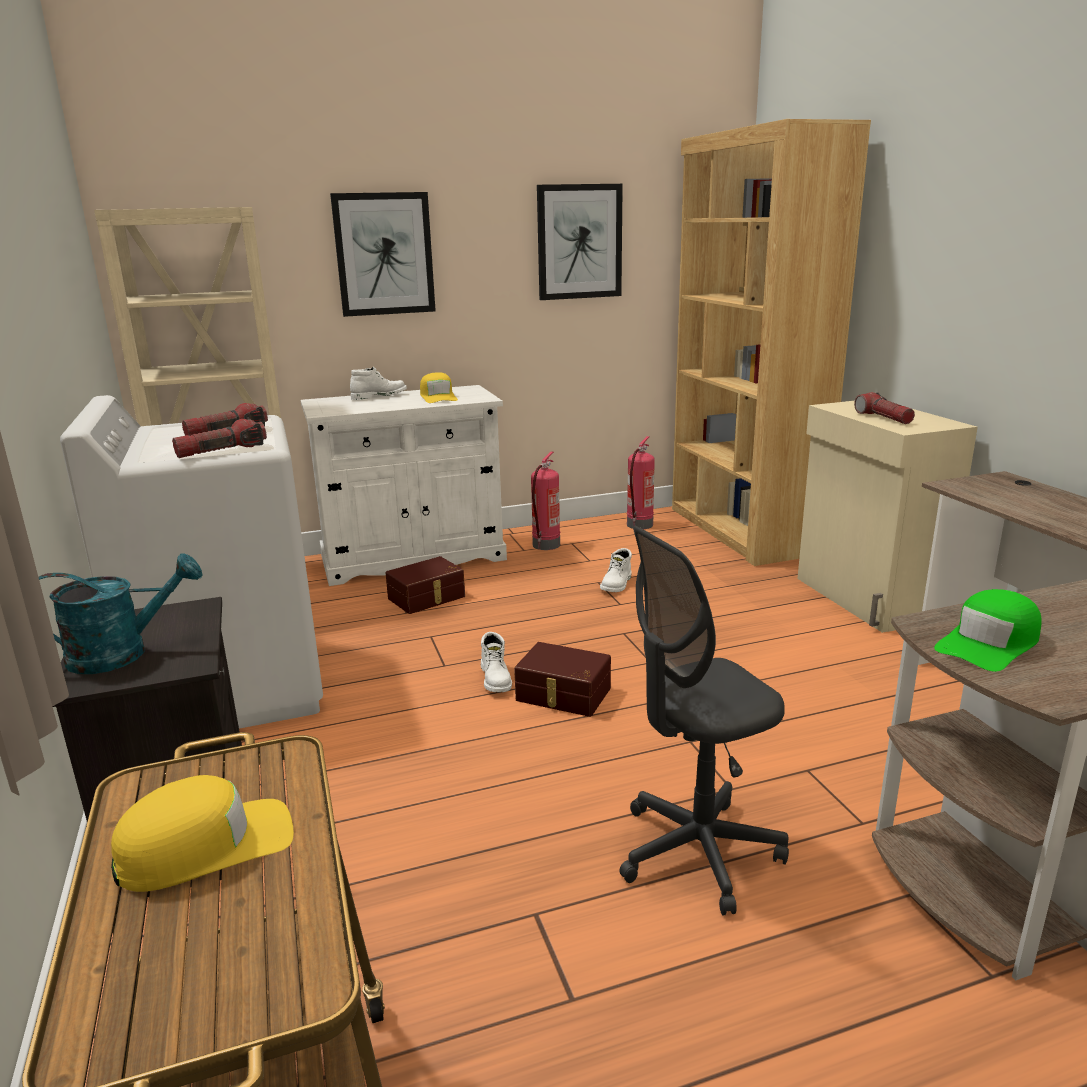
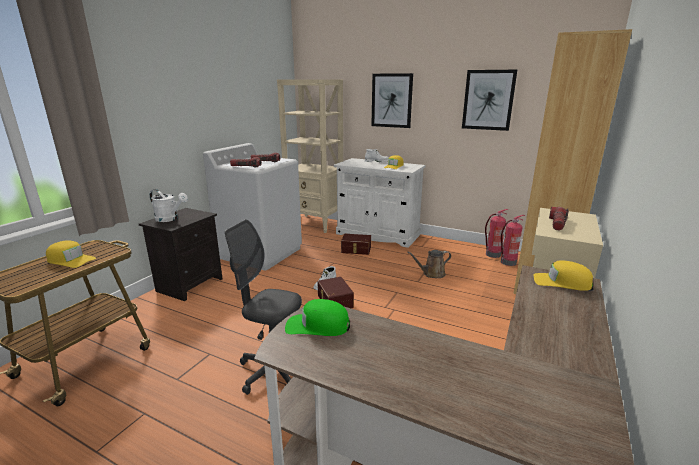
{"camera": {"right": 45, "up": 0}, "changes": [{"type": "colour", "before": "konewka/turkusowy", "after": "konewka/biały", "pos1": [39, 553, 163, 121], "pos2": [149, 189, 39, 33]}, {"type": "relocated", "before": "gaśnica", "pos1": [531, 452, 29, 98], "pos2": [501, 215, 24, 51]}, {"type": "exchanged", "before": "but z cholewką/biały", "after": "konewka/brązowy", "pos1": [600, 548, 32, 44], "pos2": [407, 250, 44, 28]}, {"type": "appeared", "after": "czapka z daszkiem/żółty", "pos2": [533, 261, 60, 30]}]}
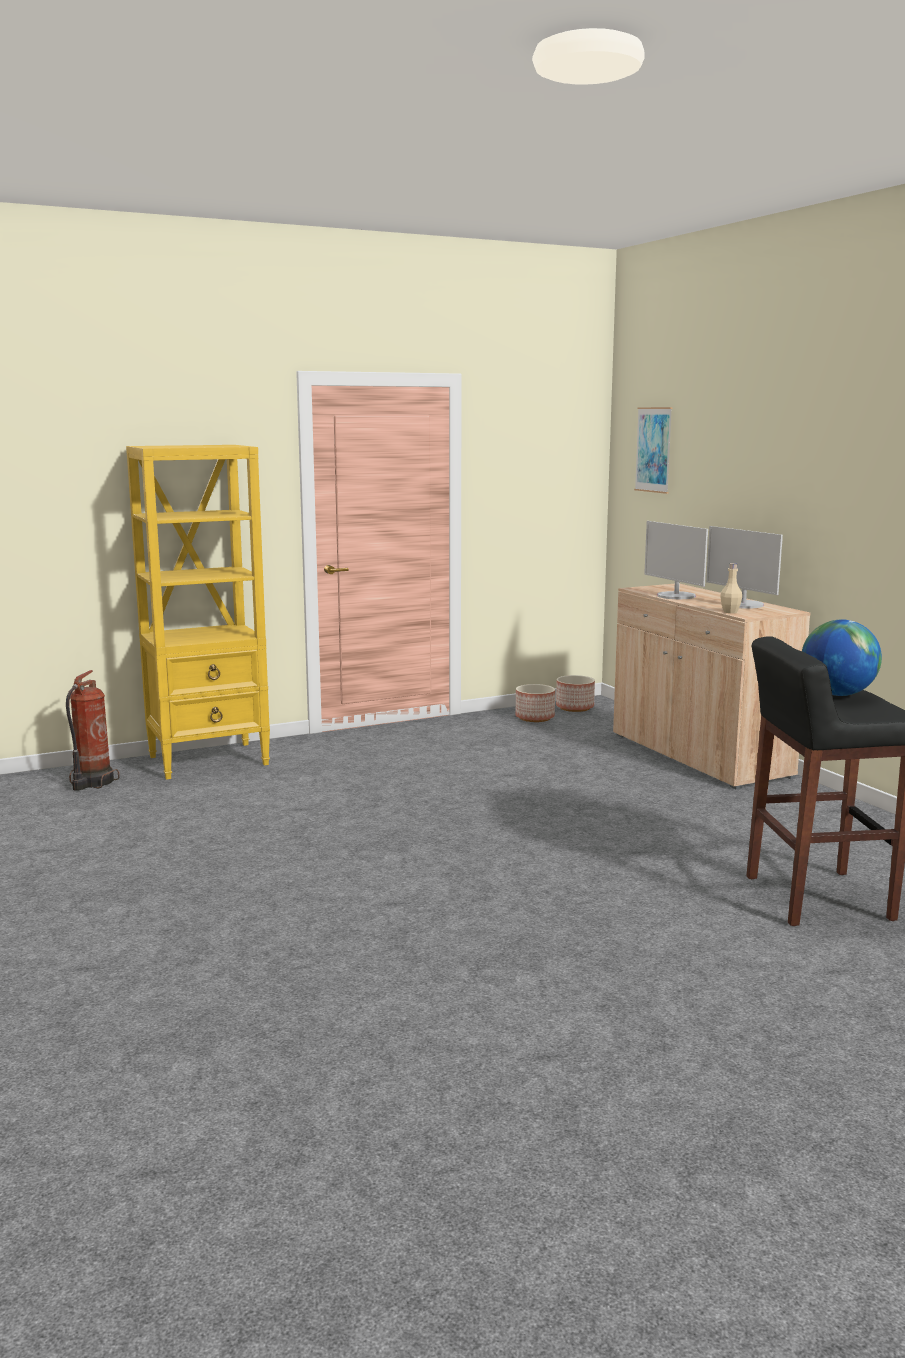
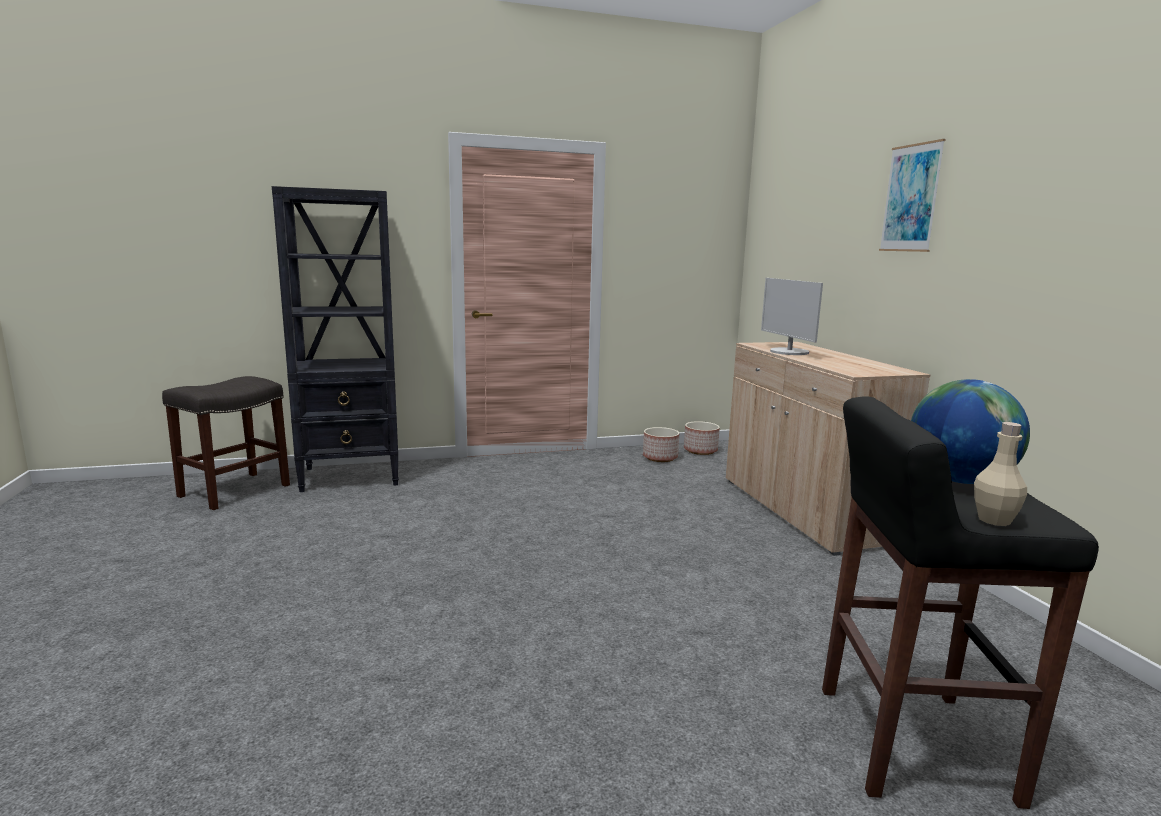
{"camera": {"right": 10, "up": 0}, "changes": [{"type": "exchanged", "before": "gaśnica", "after": "stołek/szary", "pos1": [66, 670, 54, 121], "pos2": [162, 376, 128, 134]}, {"type": "colour", "before": "regał/żółty", "after": "regał/czarny", "pos1": [126, 445, 144, 335], "pos2": [272, 186, 127, 306]}, {"type": "relocated", "before": "obraz", "pos1": [634, 407, 38, 87], "pos2": [879, 139, 67, 113]}, {"type": "missing", "before": "monitor", "pos1": [706, 526, 77, 83]}, {"type": "relocated", "before": "butelka/beżowy", "pos1": [720, 563, 22, 50], "pos2": [974, 422, 53, 104]}]}
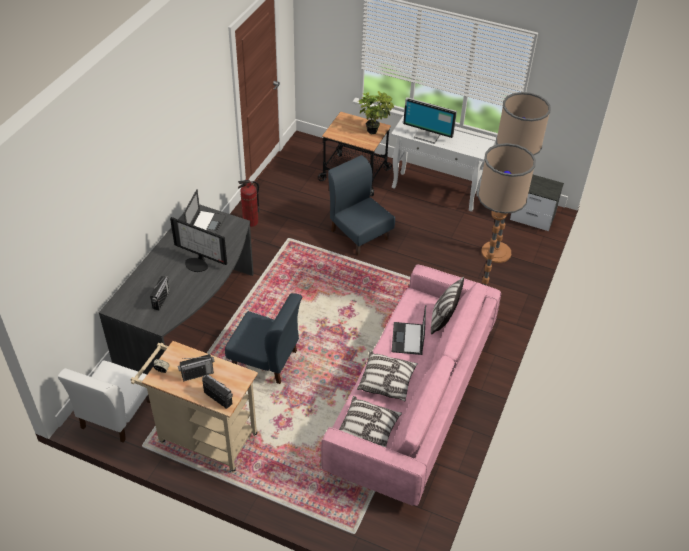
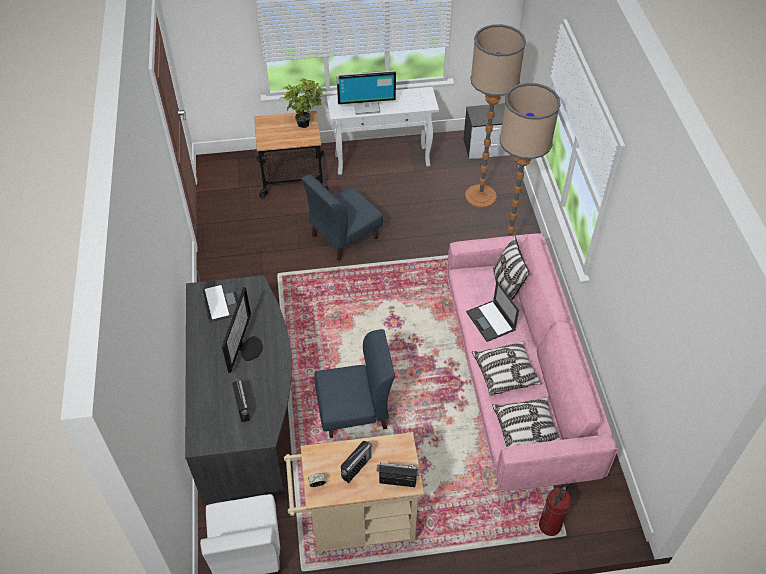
{"camera": {"right": -30, "up": 5}, "changes": [{"type": "spun", "before": "monitor", "pos1": [170, 217, 57, 55], "pos2": [222, 287, 41, 86], "turn": -75}, {"type": "relocated", "before": "gaśnica", "pos1": [238, 179, 21, 48], "pos2": [539, 483, 32, 53]}, {"type": "spun", "before": "krzesło/niebieski", "pos1": [328, 155, 67, 101], "pos2": [301, 175, 82, 86], "turn": -60}]}
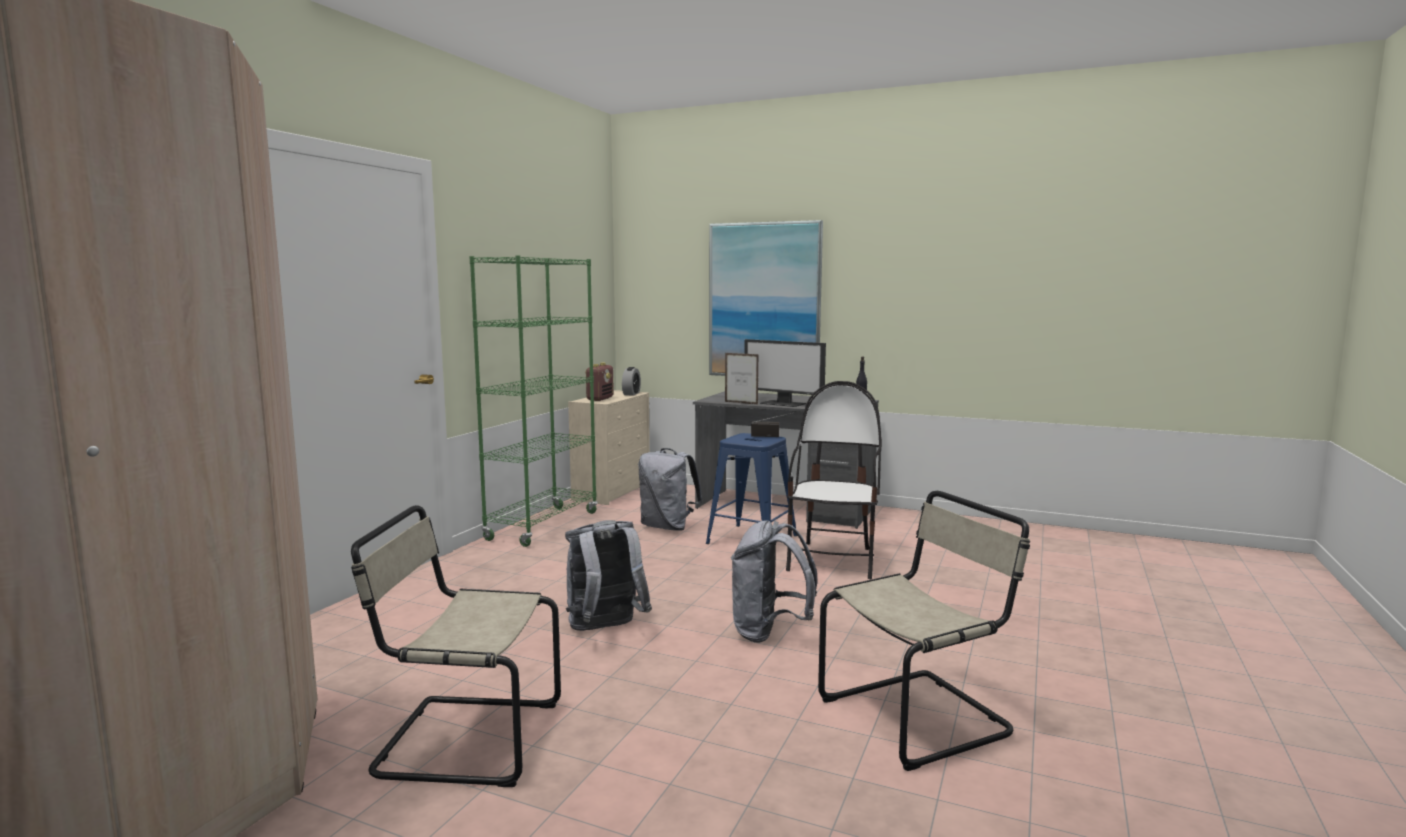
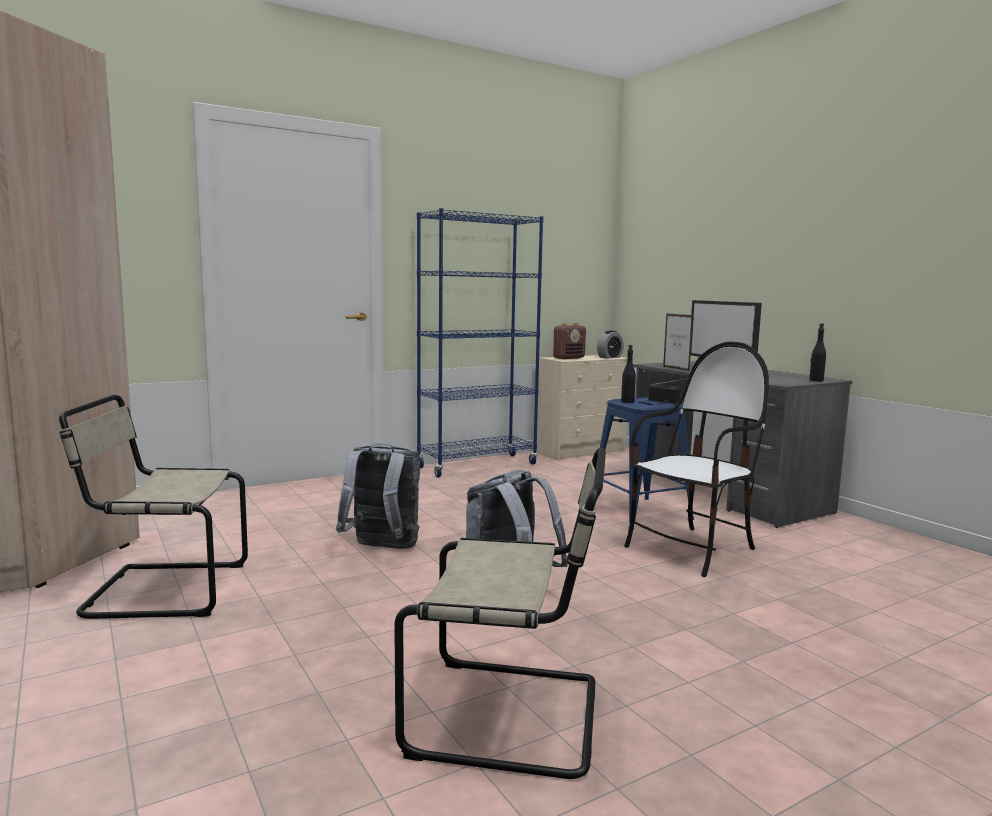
{"camera": {"right": 35, "up": 0}, "changes": [{"type": "spun", "before": "krzesło/beżowy", "pos1": [351, 505, 210, 282], "pos2": [59, 395, 189, 224], "turn": -45}, {"type": "colour", "before": "regał/zielony", "after": "regał/niebieski", "pos1": [469, 255, 129, 292], "pos2": [417, 208, 126, 269]}, {"type": "missing", "before": "plecak/szary", "pos1": [638, 448, 65, 83]}, {"type": "missing", "before": "obraz", "pos1": [709, 220, 114, 156]}, {"type": "appeared", "after": "butelka/czarny", "pos2": [621, 345, 15, 58]}]}
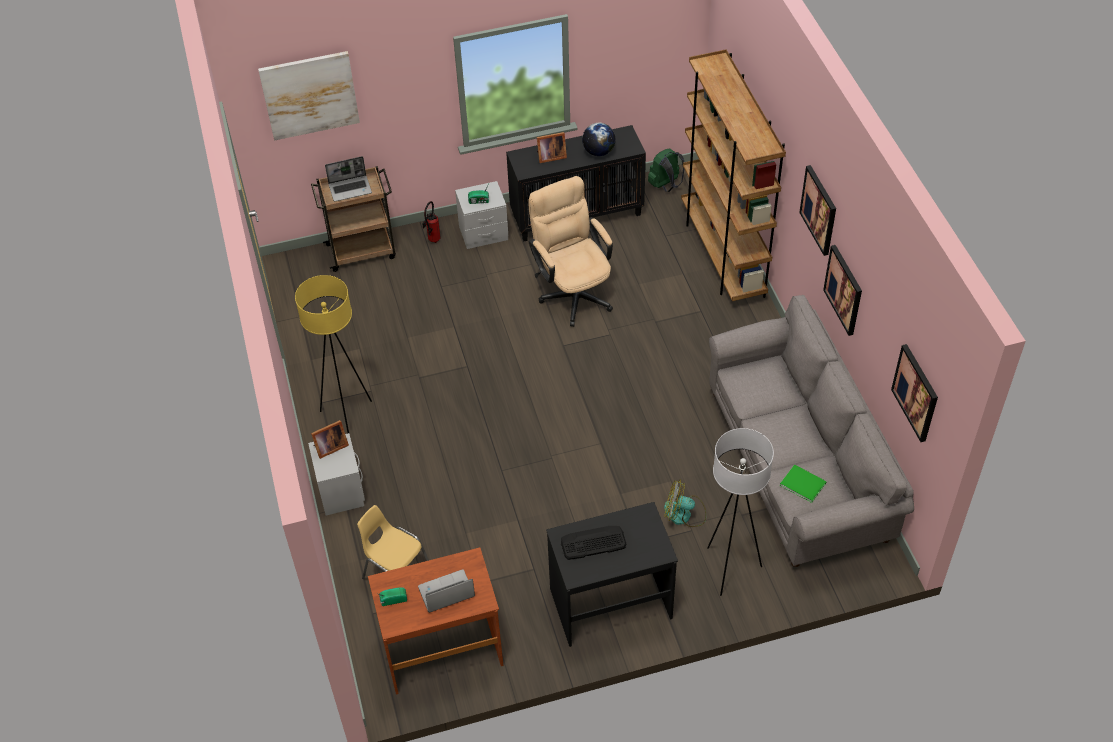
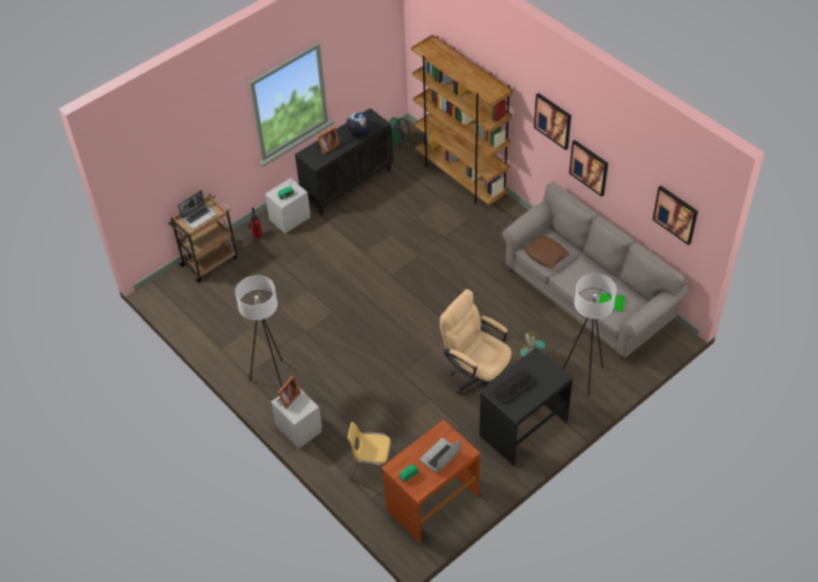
{"camera": {"right": -25, "up": 0}, "changes": [{"type": "missing", "before": "obraz", "pos1": [258, 51, 102, 89]}, {"type": "colour", "before": "lampa stojąca/żółty", "after": "lampa stojąca/biały", "pos1": [295, 275, 77, 158], "pos2": [235, 275, 48, 113]}, {"type": "relocated", "before": "krzesło biurowe/beżowy", "pos1": [528, 176, 85, 151], "pos2": [440, 289, 72, 105]}, {"type": "appeared", "after": "poduszka/brązowy", "pos2": [523, 235, 46, 33]}]}
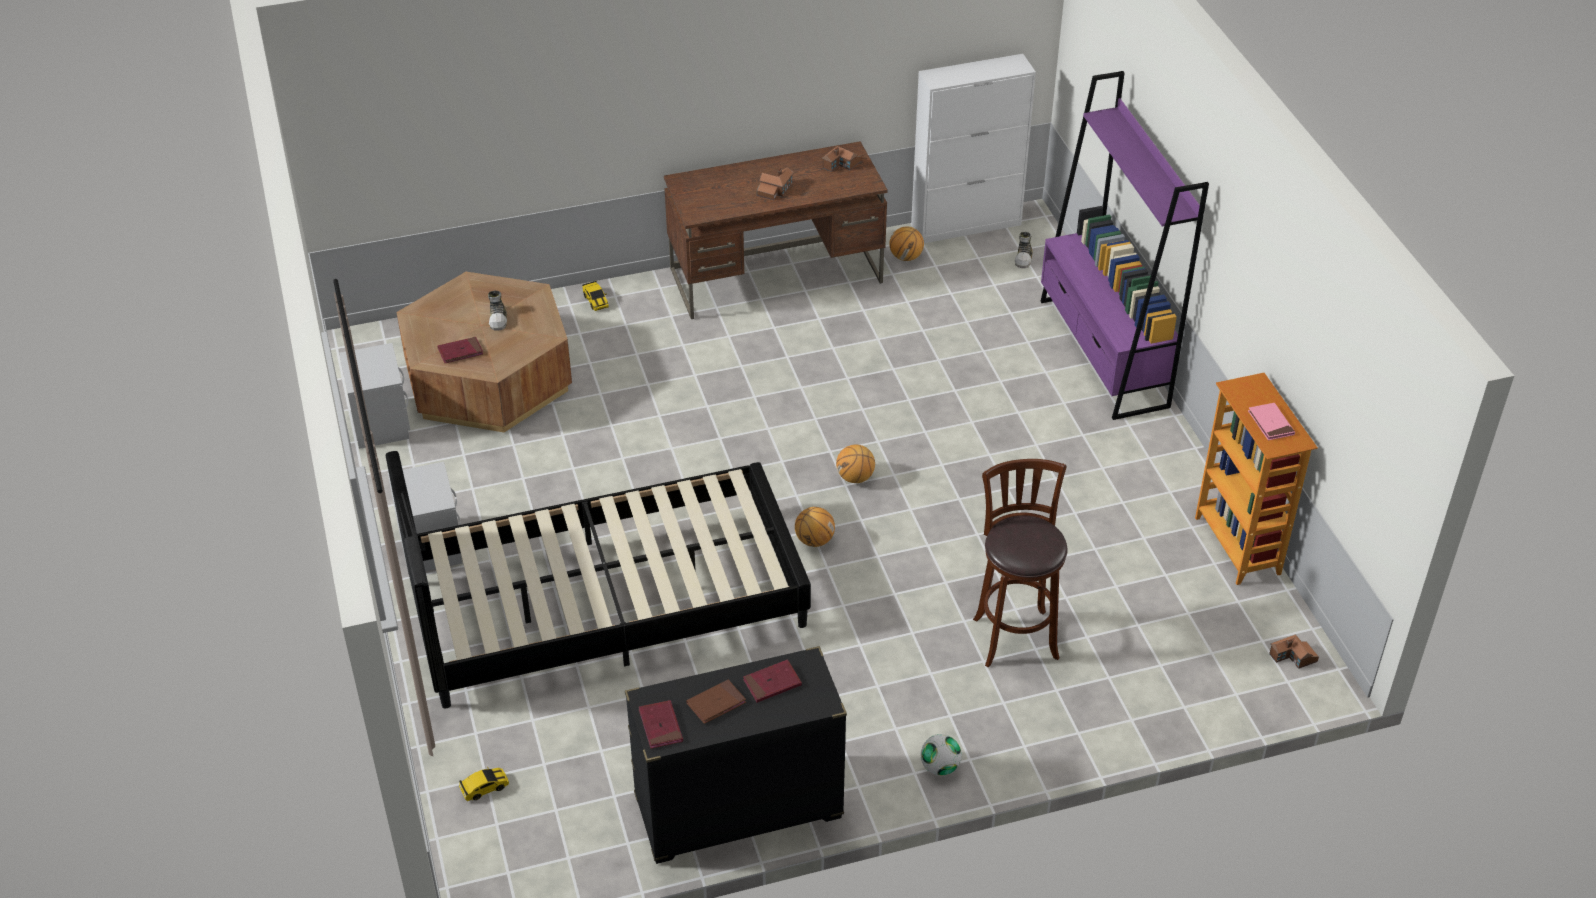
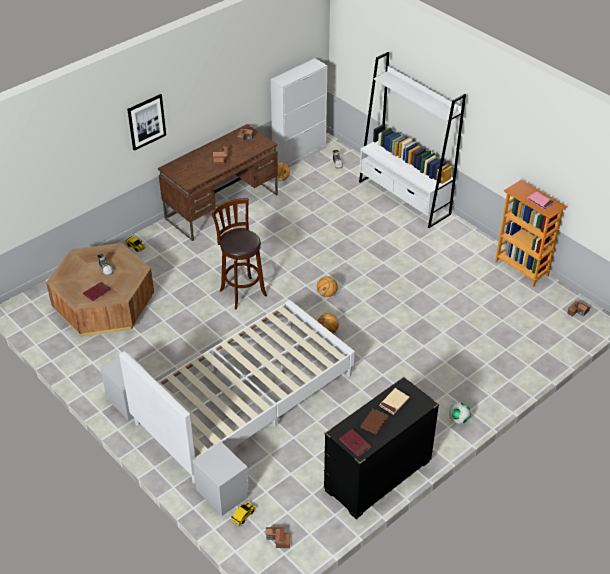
{"camera": {"right": -25, "up": 0}, "changes": [{"type": "relocated", "before": "szafka nocna/szary", "pos1": [339, 343, 71, 106], "pos2": [193, 441, 56, 75]}, {"type": "colour", "before": "łóżko/czarny", "after": "łóżko/biały", "pos1": [386, 451, 425, 257], "pos2": [119, 300, 236, 183]}, {"type": "colour", "before": "książka/czerwony", "after": "książka/beżowy", "pos1": [743, 659, 59, 44], "pos2": [379, 388, 30, 27]}, {"type": "relocated", "before": "stołek/brązowy", "pos1": [973, 459, 95, 208], "pos2": [212, 198, 55, 112]}, {"type": "colour", "before": "regał/fioletowy", "after": "regał/biały", "pos1": [1040, 71, 169, 349], "pos2": [359, 52, 107, 176]}, {"type": "appeared", "after": "obraz", "pos2": [127, 94, 39, 57]}, {"type": "appeared", "after": "domek", "pos2": [266, 527, 24, 21]}]}
